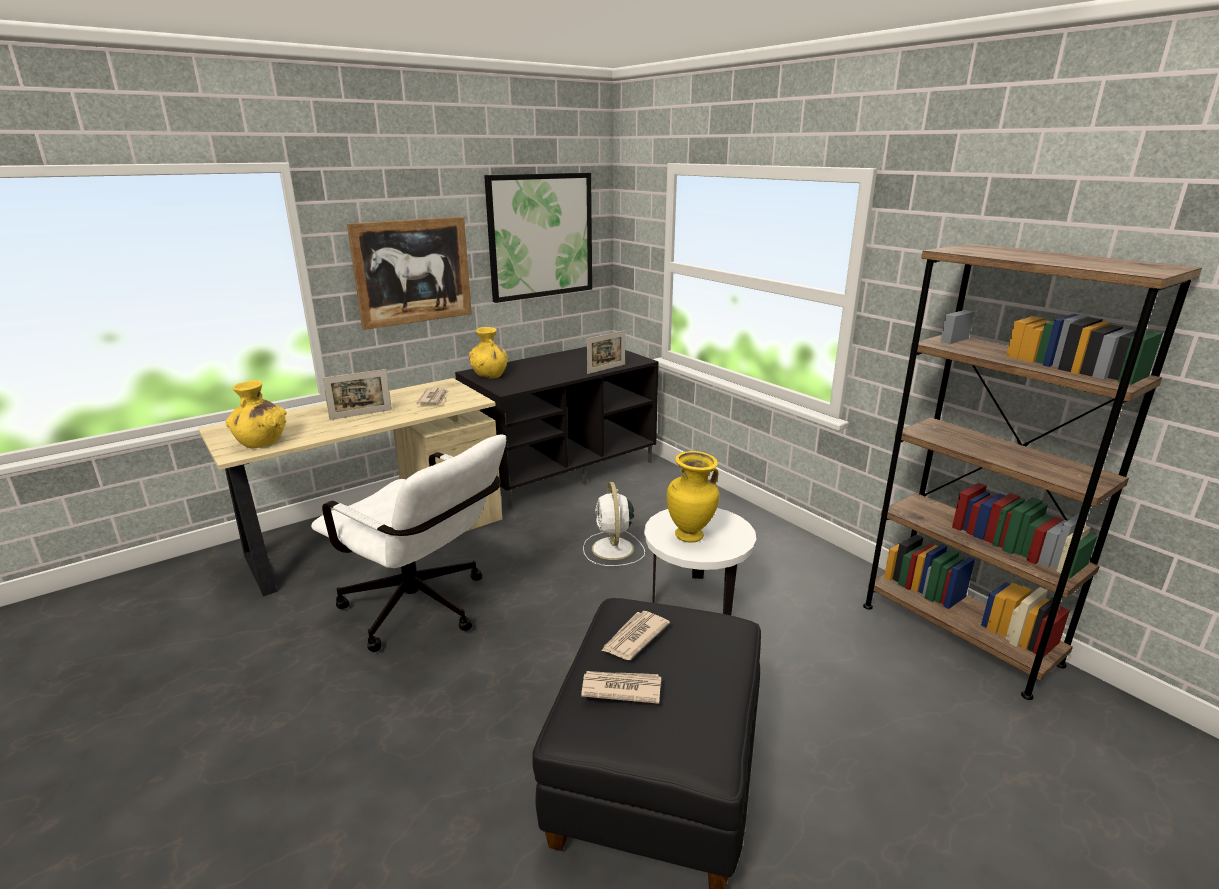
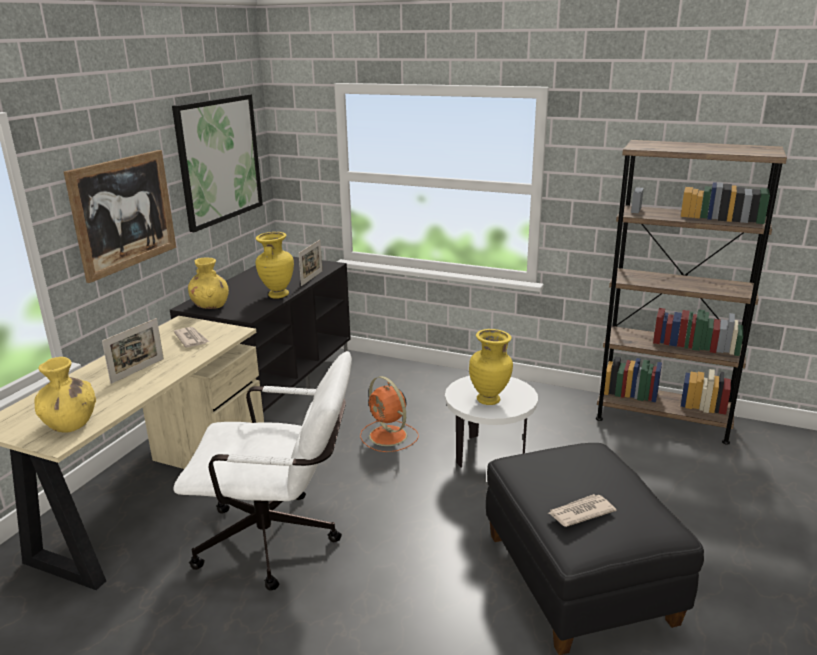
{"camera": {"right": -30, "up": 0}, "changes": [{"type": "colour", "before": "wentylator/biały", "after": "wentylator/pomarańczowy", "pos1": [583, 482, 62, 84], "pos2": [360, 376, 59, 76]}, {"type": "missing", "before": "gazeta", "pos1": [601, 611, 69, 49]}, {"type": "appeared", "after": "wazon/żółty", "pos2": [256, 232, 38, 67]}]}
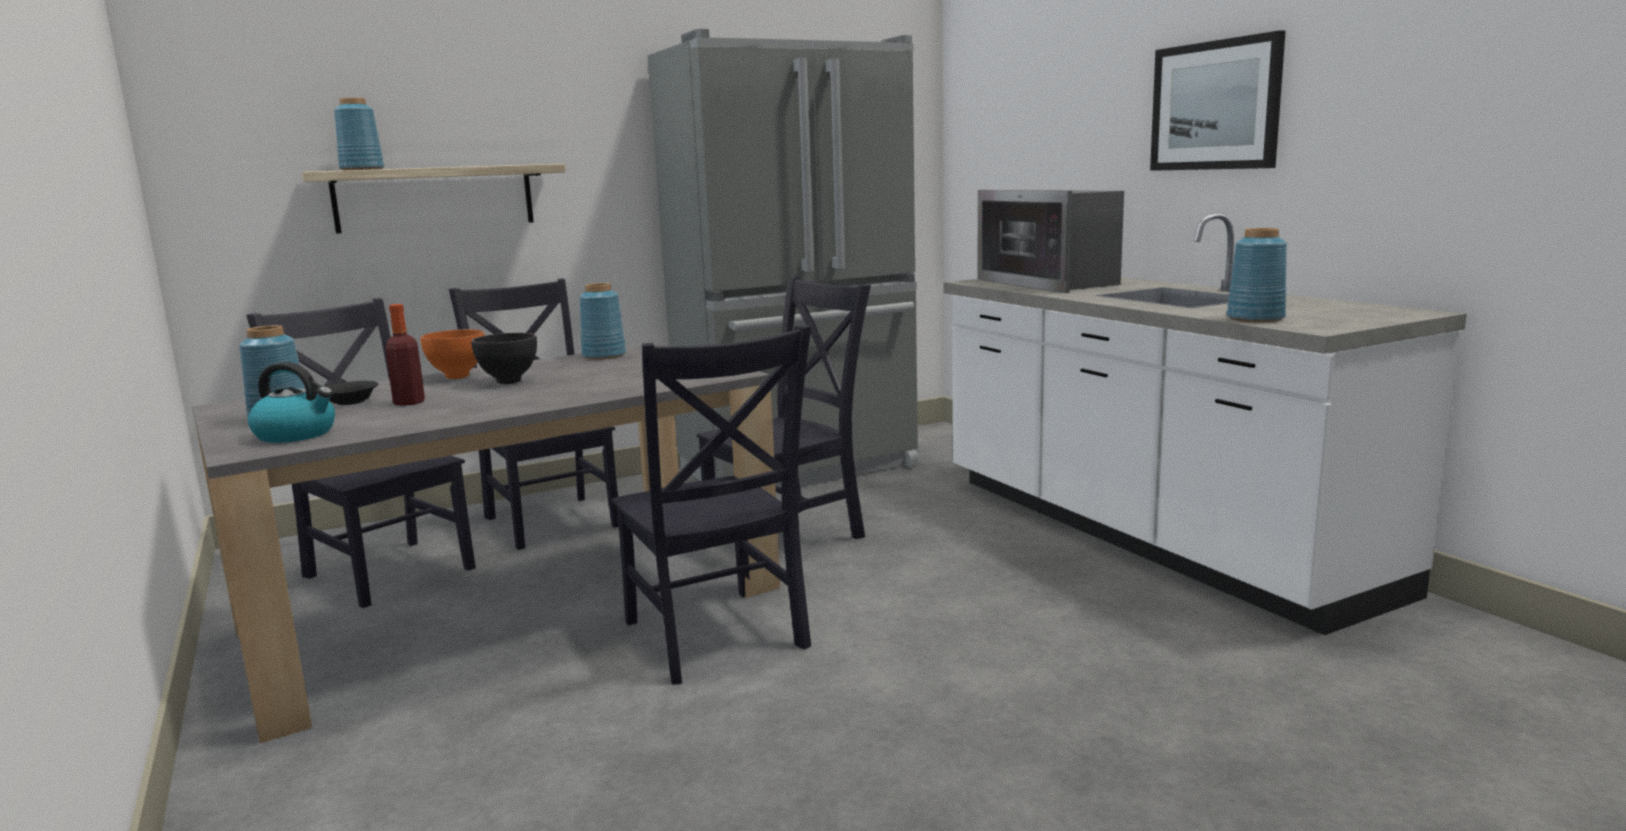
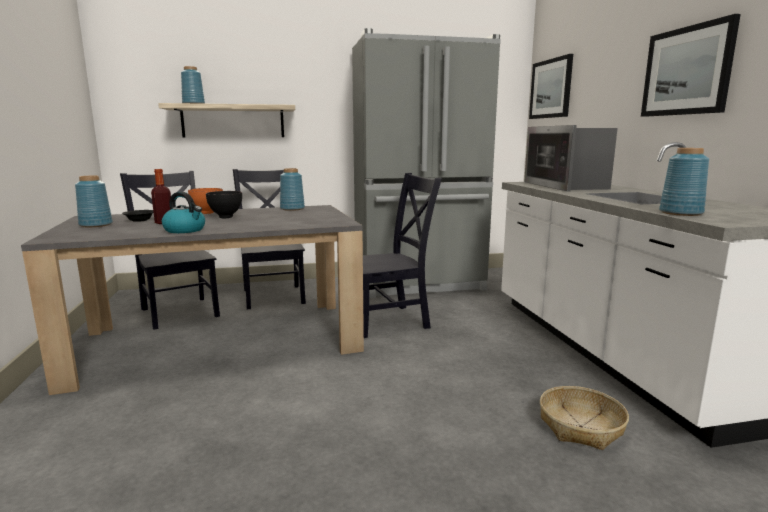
{"camera": {"right": 15, "up": 0}, "changes": [{"type": "relocated", "before": "czajnik", "pos1": [248, 362, 87, 81], "pos2": [162, 192, 43, 41]}, {"type": "missing", "before": "krzesło/czarny", "pos1": [612, 325, 199, 360]}, {"type": "appeared", "after": "obraz", "pos2": [529, 54, 44, 65]}, {"type": "appeared", "after": "koszyk", "pos2": [540, 386, 89, 64]}]}
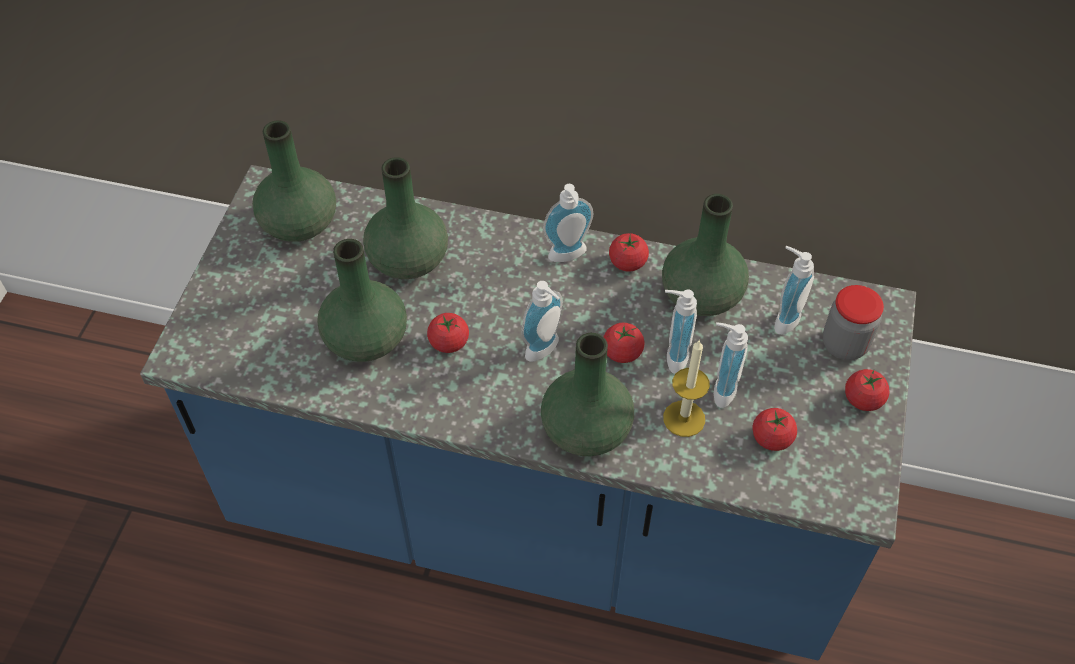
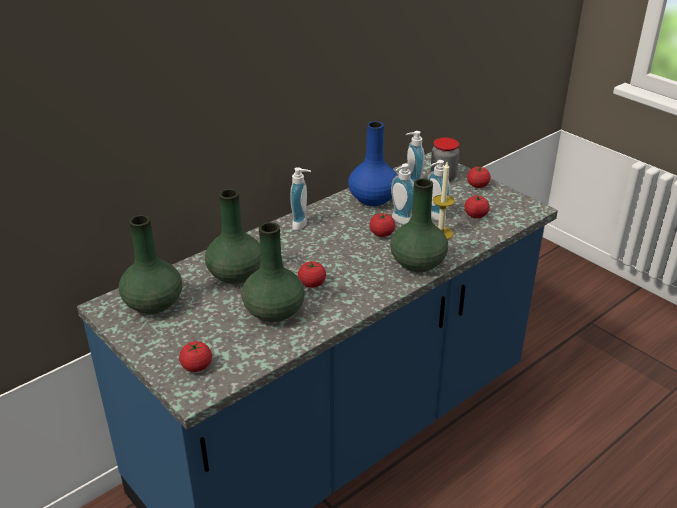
{"camera": {"right": -55, "up": -20}, "changes": [{"type": "missing", "before": "dozownik mydła", "pos1": [521, 281, 42, 81]}, {"type": "relocated", "before": "pomidor", "pos1": [609, 233, 40, 39], "pos2": [179, 341, 33, 31]}, {"type": "colour", "before": "wazon/zielony", "after": "wazon/niebieski", "pos1": [662, 194, 87, 122], "pos2": [348, 121, 50, 85]}]}
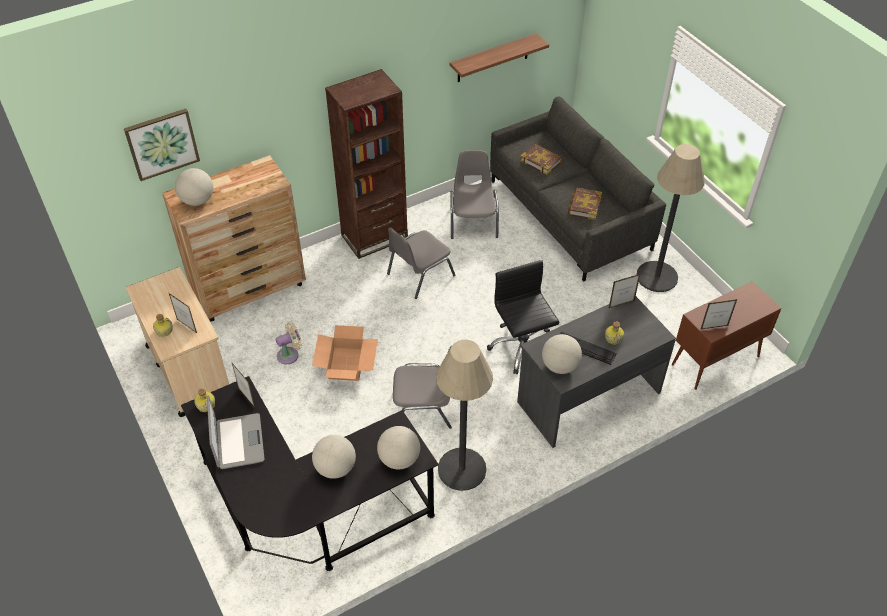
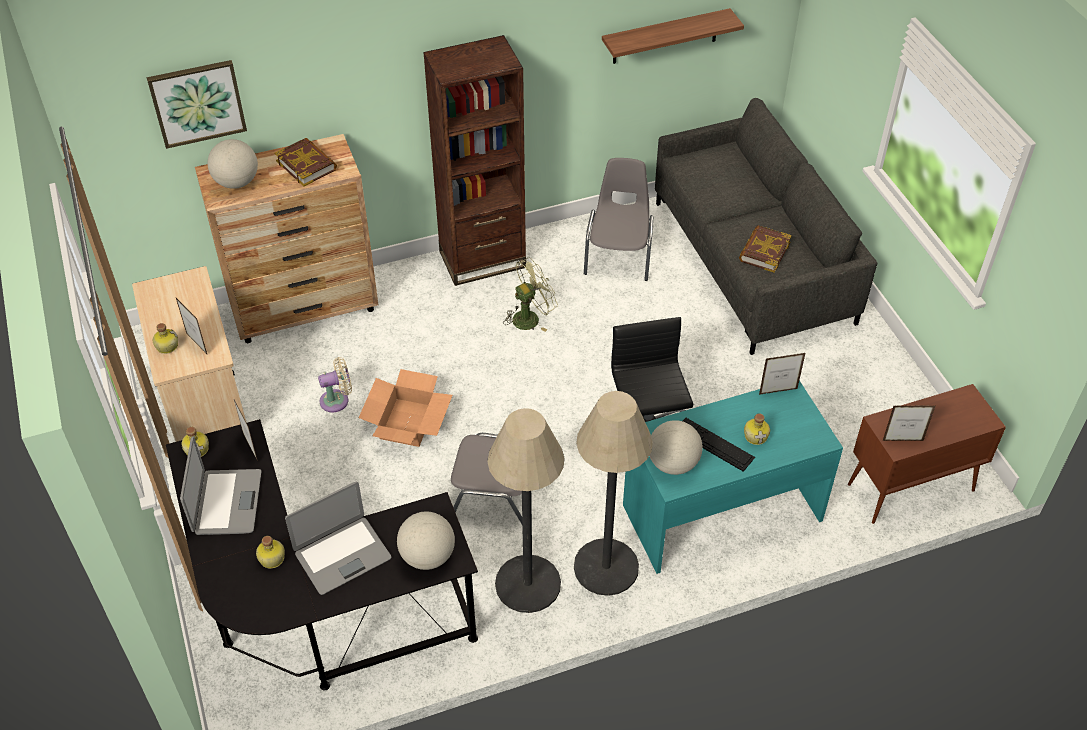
{"camera": {"right": 10, "up": 0}, "changes": [{"type": "exchanged", "before": "globus", "after": "laptop", "pos1": [312, 435, 44, 44], "pos2": [285, 482, 106, 113]}, {"type": "exchanged", "before": "krzesło/szary", "after": "wentylator/zielony", "pos1": [387, 227, 69, 72], "pos2": [503, 257, 55, 75]}, {"type": "colour", "before": "biurko/szary", "after": "biurko/turkusowy", "pos1": [517, 296, 159, 152], "pos2": [623, 380, 220, 194]}, {"type": "relocated", "before": "książka", "pos1": [520, 144, 42, 31], "pos2": [275, 138, 62, 49]}, {"type": "relocated", "before": "lampa stojąca", "pos1": [637, 144, 68, 148], "pos2": [574, 391, 79, 205]}, {"type": "appeared", "after": "butelka", "pos2": [256, 536, 29, 33]}]}
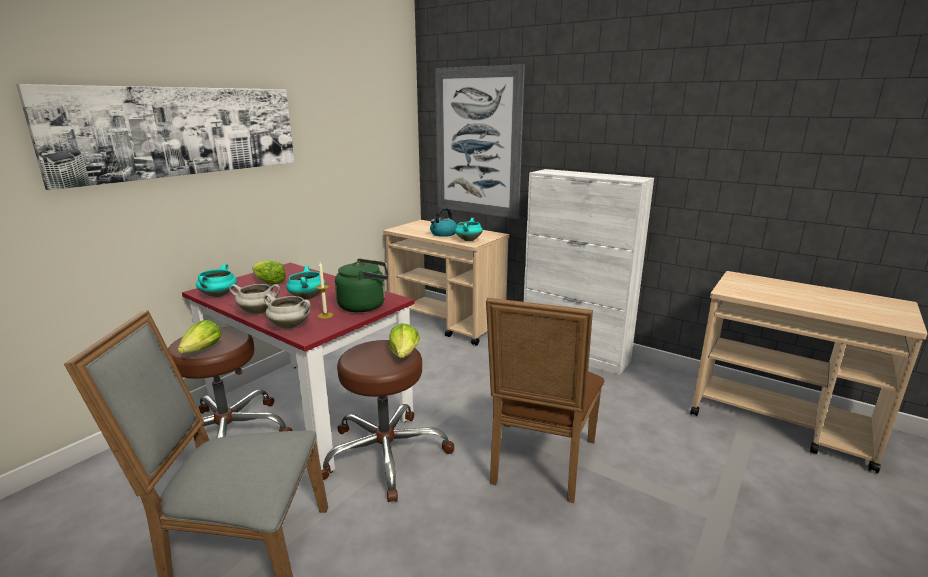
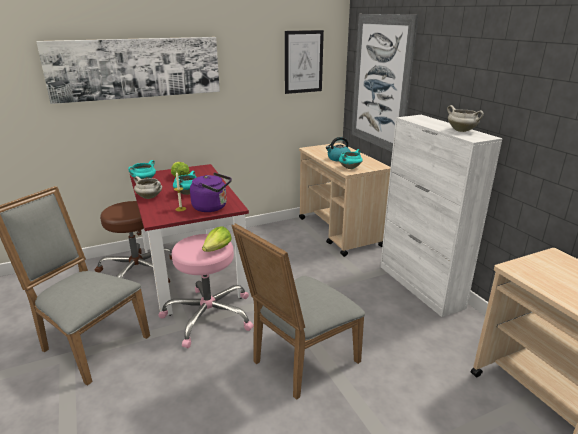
{"camera": {"right": 30, "up": 5}, "changes": [{"type": "missing", "before": "sałata", "pos1": [177, 320, 44, 33]}, {"type": "relocated", "before": "garnek/biały", "pos1": [264, 294, 46, 35], "pos2": [447, 105, 37, 27]}, {"type": "colour", "before": "stołek/brązowy", "after": "stołek/różowy", "pos1": [322, 340, 132, 162], "pos2": [158, 234, 96, 114]}, {"type": "colour", "before": "czajnik/zielony", "after": "czajnik/fioletowy", "pos1": [335, 258, 53, 54], "pos2": [190, 172, 42, 40]}, {"type": "colour", "before": "krzesło/brązowy", "after": "krzesło/szary", "pos1": [486, 298, 118, 205], "pos2": [232, 223, 133, 177]}, {"type": "appeared", "after": "obraz", "pos2": [285, 30, 39, 64]}]}
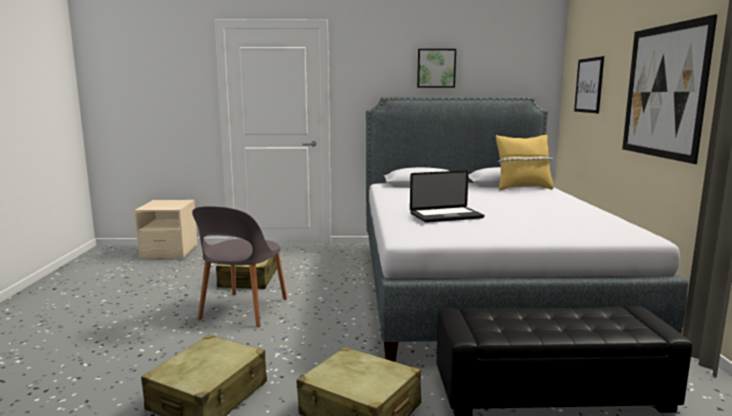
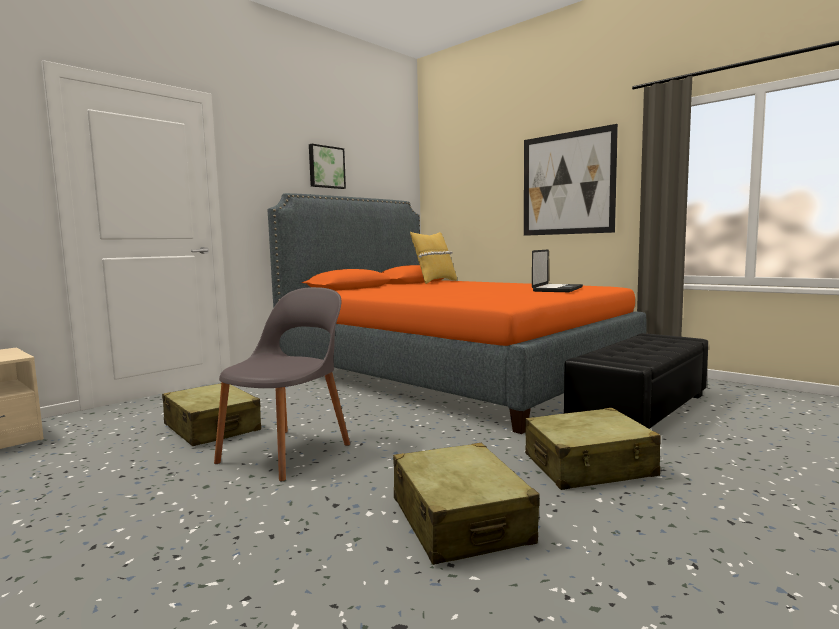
{"camera": {"right": -45, "up": -5}, "changes": [{"type": "spun", "before": "krzesło/szary", "pos1": [192, 206, 95, 121], "pos2": [214, 287, 136, 194], "turn": -120}, {"type": "colour", "before": "łóżko/szary", "after": "łóżko/pomarańczowy", "pos1": [366, 96, 322, 266], "pos2": [268, 193, 378, 241]}, {"type": "relocated", "before": "laptop", "pos1": [410, 170, 74, 53], "pos2": [532, 250, 51, 42]}, {"type": "missing", "before": "obraz", "pos1": [574, 56, 30, 57]}]}
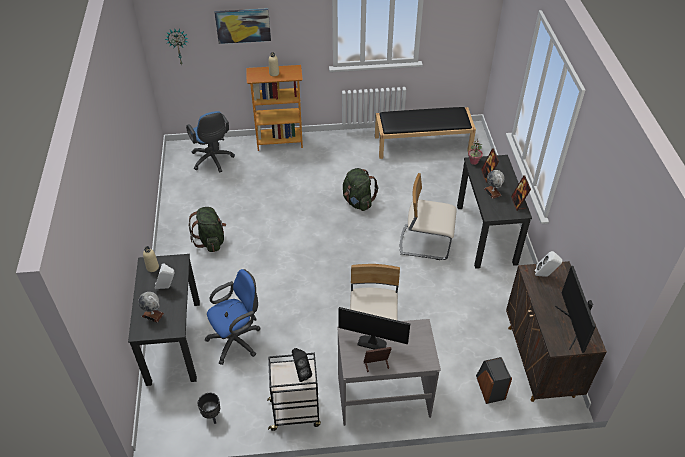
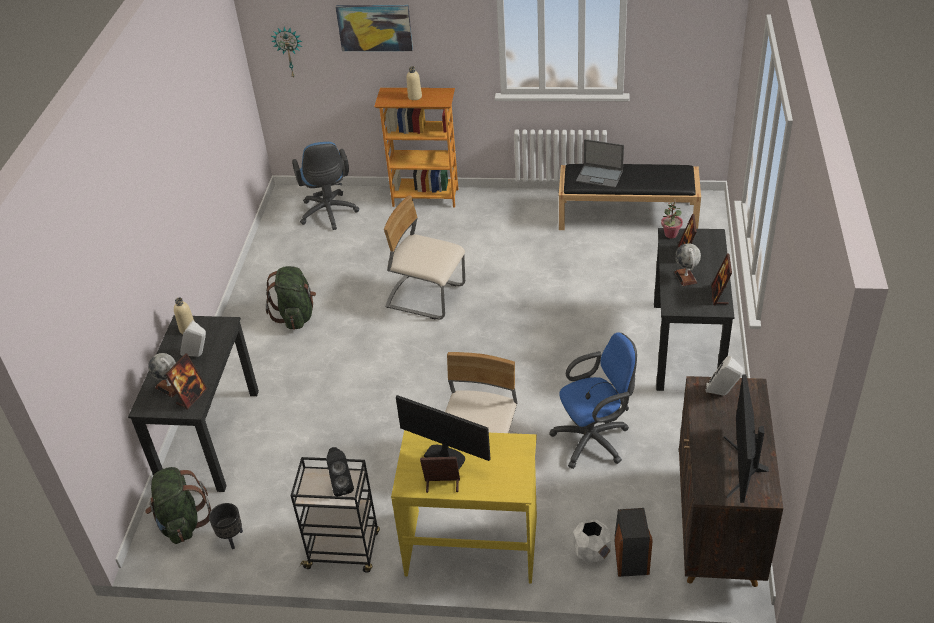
{"camera": {"right": 15, "up": -5}, "changes": [{"type": "relocated", "before": "krzesło biurowe/niebieski", "pos1": [205, 269, 56, 96], "pos2": [549, 332, 88, 137]}, {"type": "colour", "before": "biurko/szary", "after": "biurko/żółty", "pos1": [337, 319, 104, 107], "pos2": [391, 430, 146, 154]}, {"type": "relocated", "before": "plecak/zielony", "pos1": [343, 168, 36, 43], "pos2": [145, 467, 66, 77]}, {"type": "relocated", "before": "krzesło/beżowy", "pos1": [400, 173, 57, 87], "pos2": [384, 195, 81, 125]}, {"type": "appeared", "after": "ramka na zdjęcie", "pos2": [166, 353, 41, 57]}, {"type": "appeared", "after": "donica/biały", "pos2": [573, 520, 38, 43]}, {"type": "appeared", "after": "laptop", "pos2": [576, 139, 48, 49]}]}
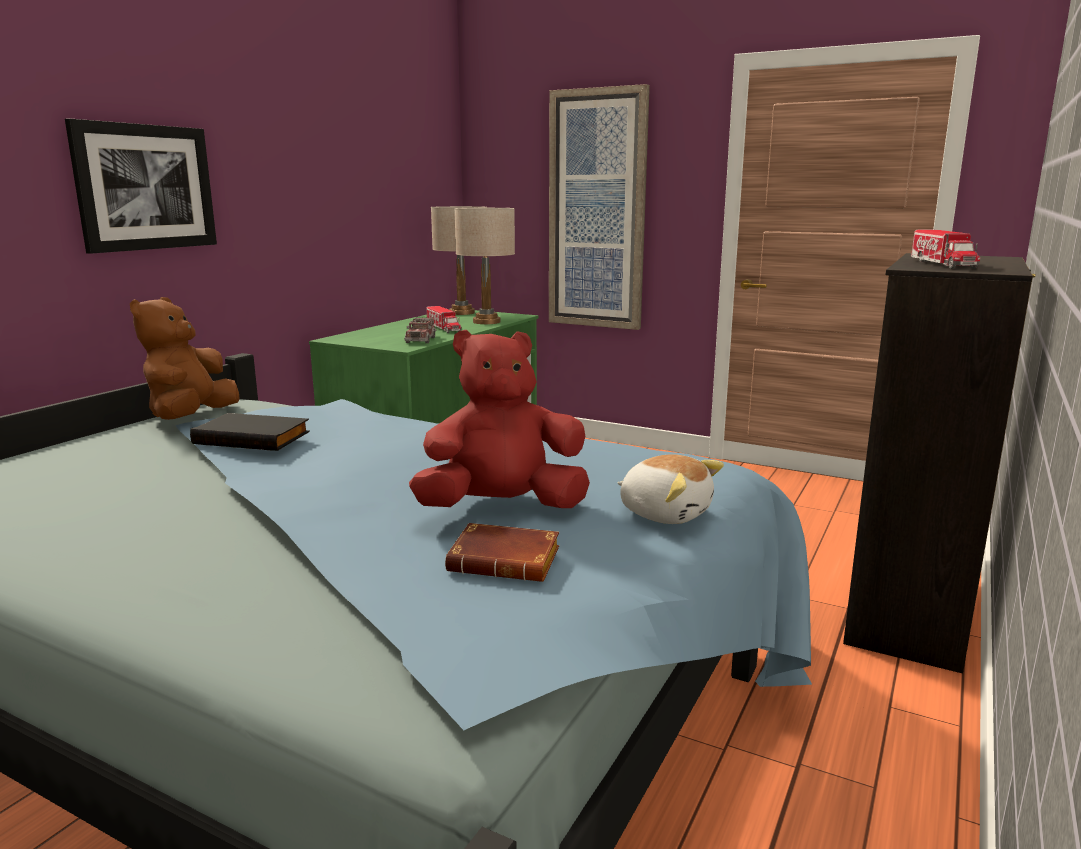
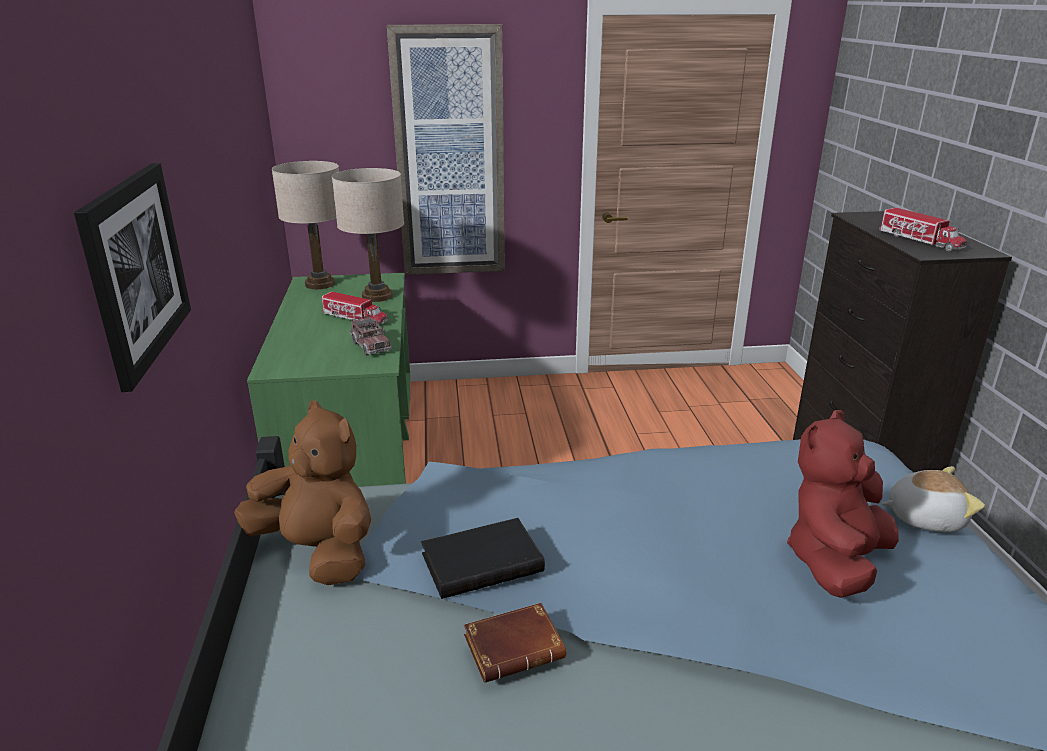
{"camera": {"right": -35, "up": 10}, "changes": [{"type": "spun", "before": "pluszak/brązowy", "pos1": [130, 297, 109, 123], "pos2": [234, 401, 137, 184], "turn": 150}, {"type": "relocated", "before": "książka/brązowy", "pos1": [445, 523, 114, 59], "pos2": [464, 603, 102, 80]}]}
